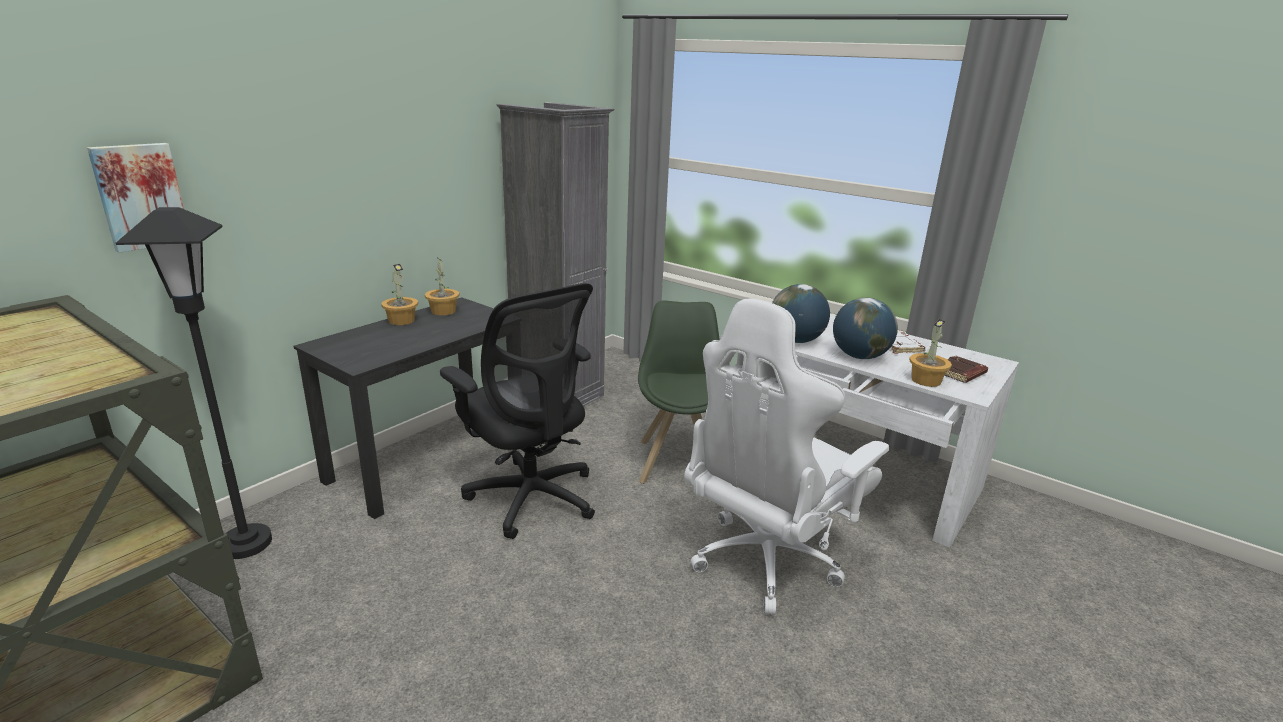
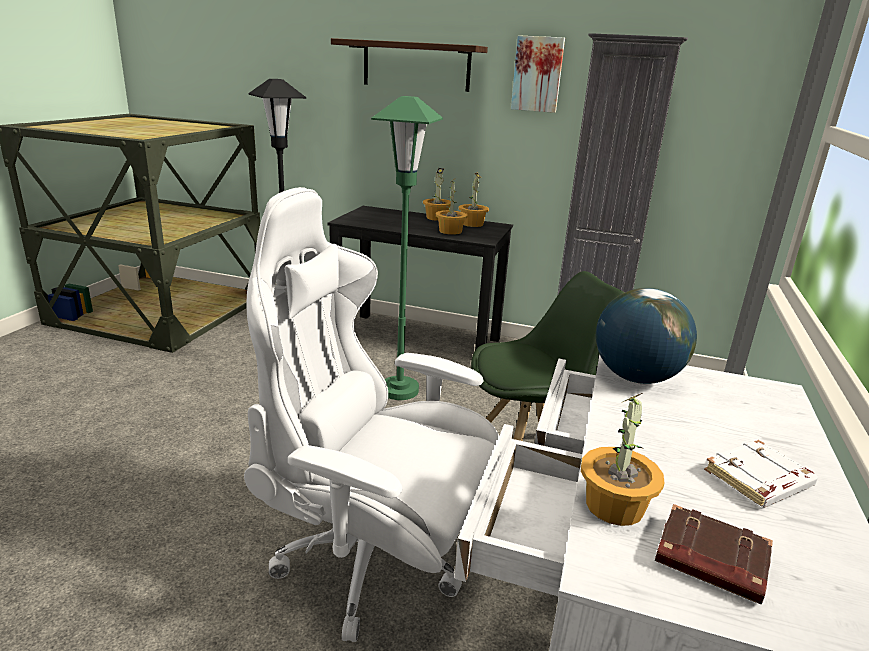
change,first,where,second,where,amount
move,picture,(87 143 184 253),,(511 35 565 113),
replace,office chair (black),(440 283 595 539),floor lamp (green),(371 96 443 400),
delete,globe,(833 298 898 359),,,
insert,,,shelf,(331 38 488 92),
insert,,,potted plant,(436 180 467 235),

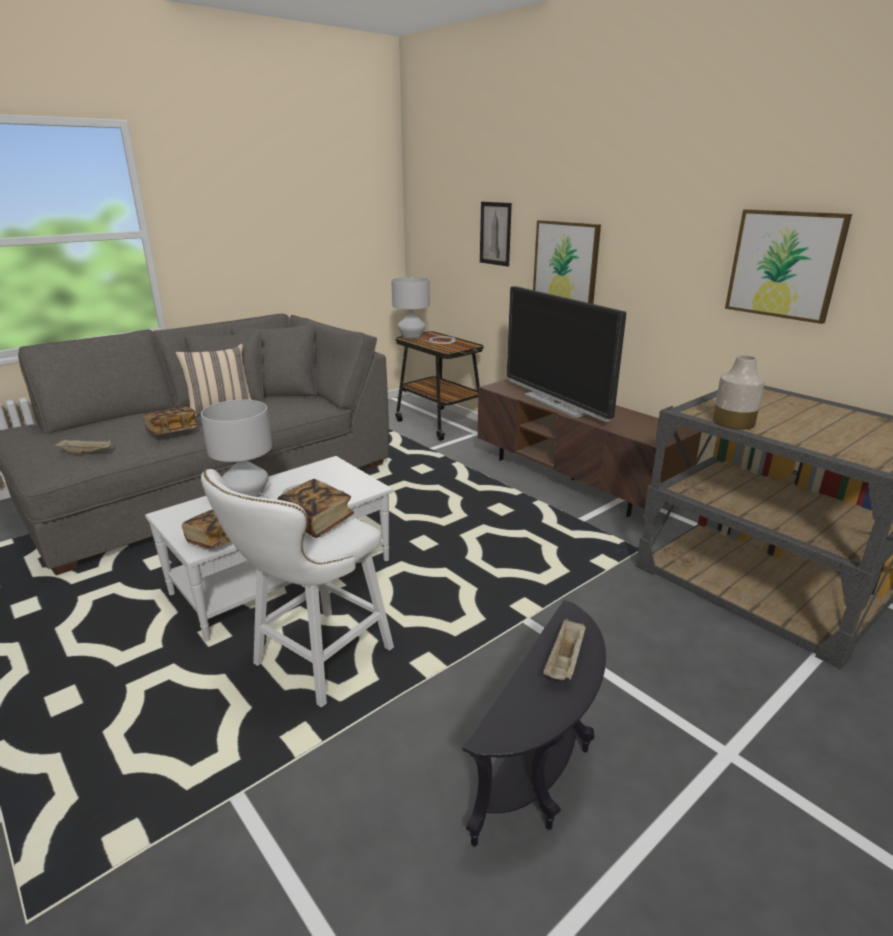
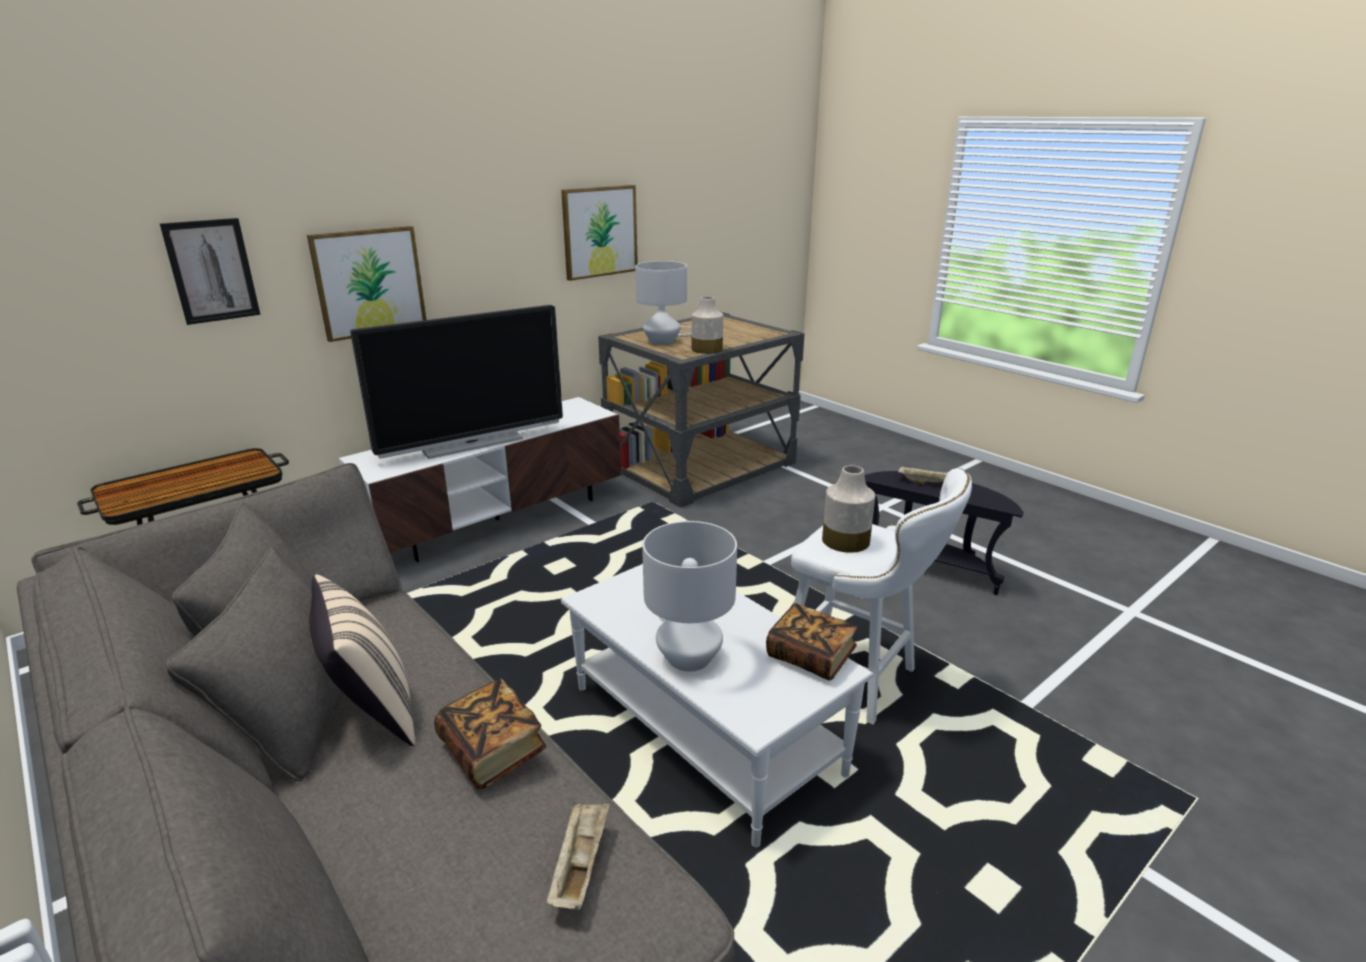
change,first,where,second,where,amount
replace,book,(277 479 354 538),vase (beige),(822 465 875 553),
move,table lamp (white),(392 277 456 344),,(635 261 692 345),
recolor,tv stand (brown),(477 379 702 517),tv stand (white),(339 397 621 562),

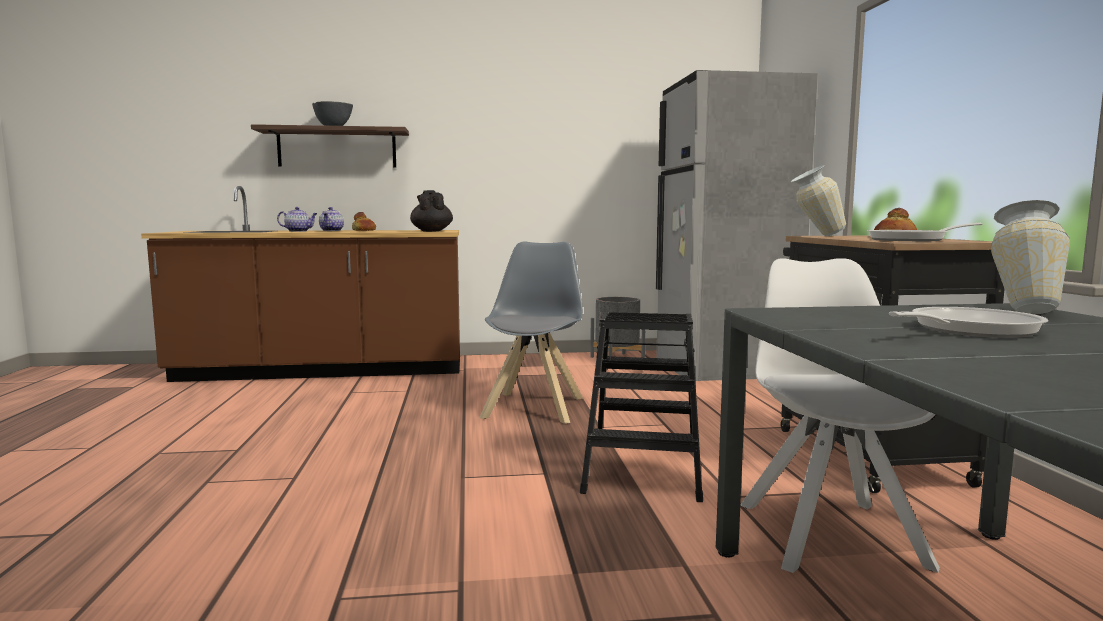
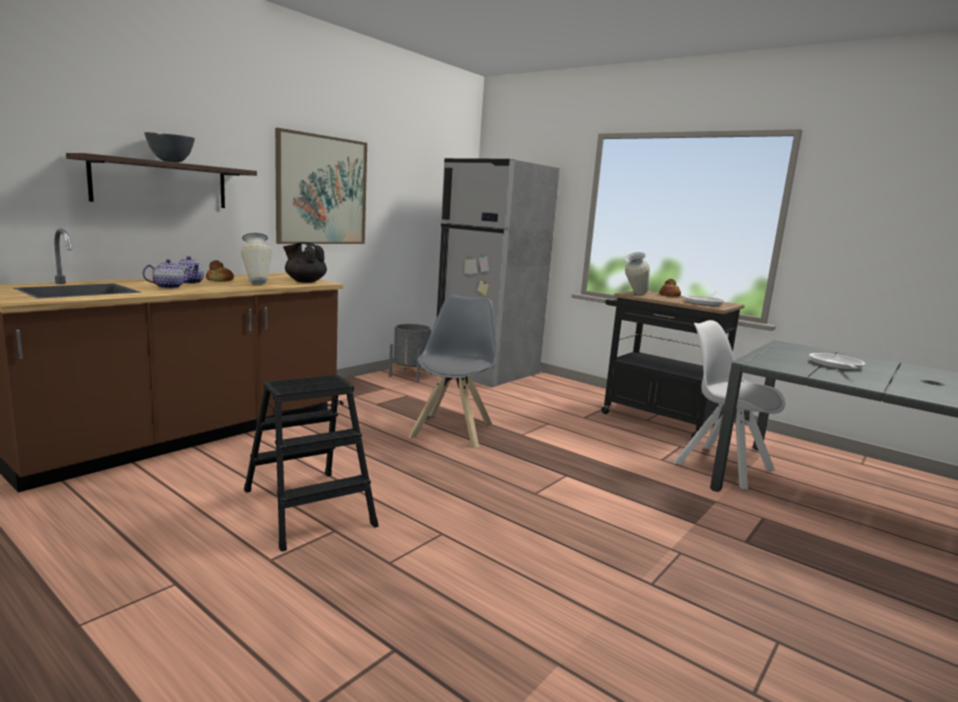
change,first,where,second,where,amount
rotate,chair (grey),(480 241 583 424),,(408 295 497 448),45 degrees clockwise
move,step ladder (black),(580 312 703 502),,(244 374 379 552),
move,vase,(991 200 1070 314),,(241 233 271 284),
insert,,,picture,(275 128 367 244),

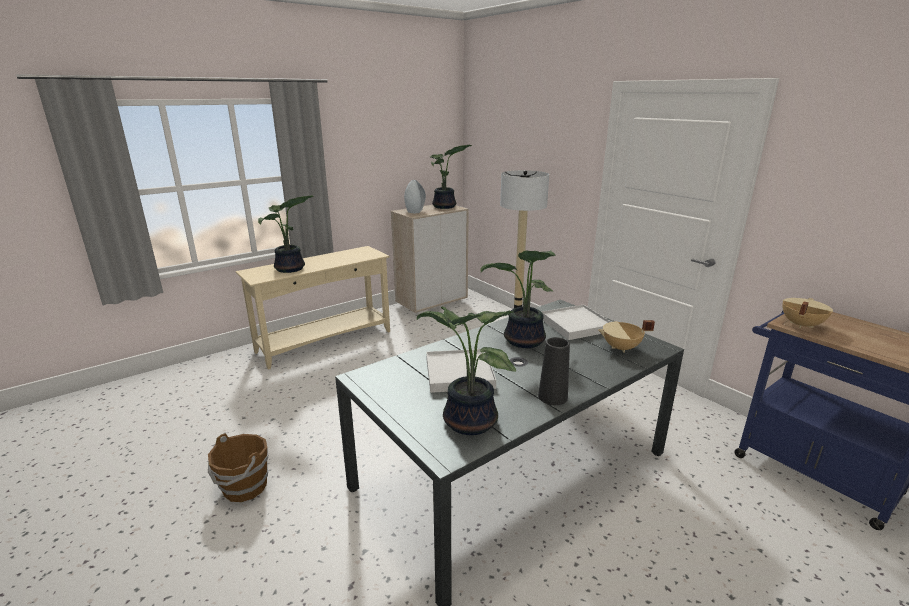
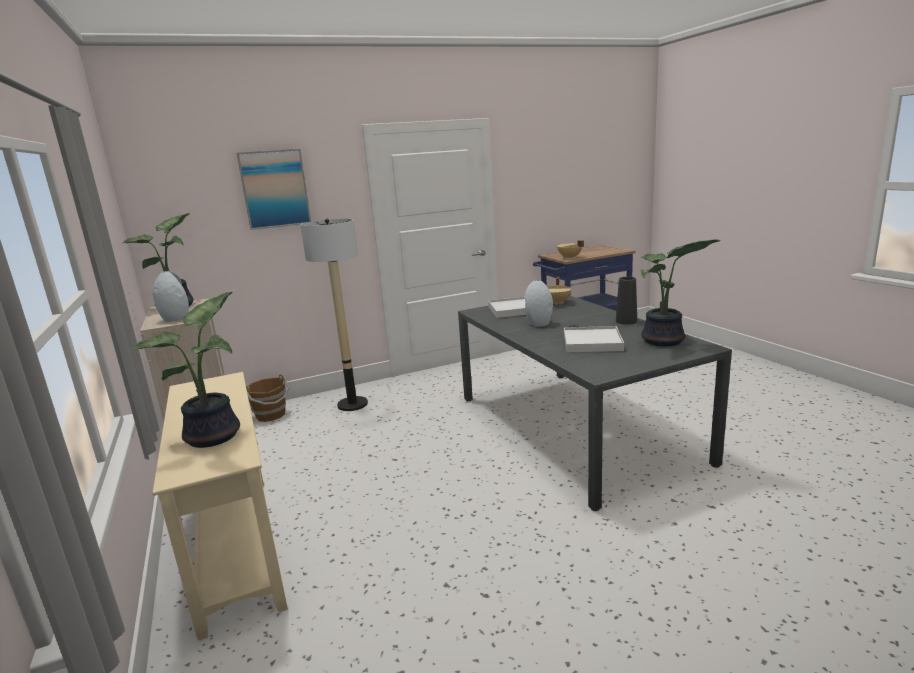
change,first,where,second,where,amount
move,bucket (brown),(208 433 268 502),,(246 374 290 422),
replace,potted plant,(481 251 556 348),vase (grey),(525 280 553 327),
insert,,,picture,(237 149 311 230),

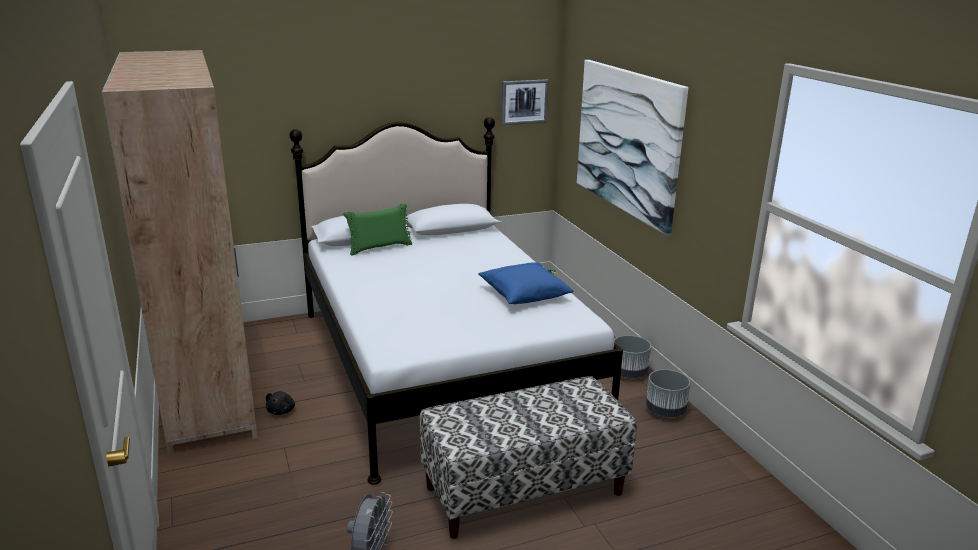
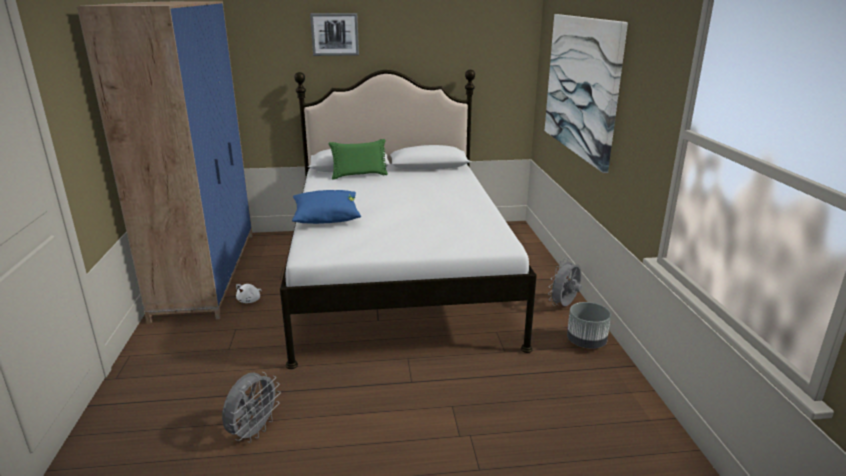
change,first,where,second,where,amount
recolor,plush toy (black),(266 391 295 415),plush toy (white),(236 284 262 303),
delete,bench,(419 376 637 539),,,
move,pillow (blue),(478 263 574 304),,(292 190 361 224),
move,picture,(501 79 549 125),,(310 13 359 56),
replace,planter (grey),(614 335 651 378),fan (grey),(548 258 582 306),

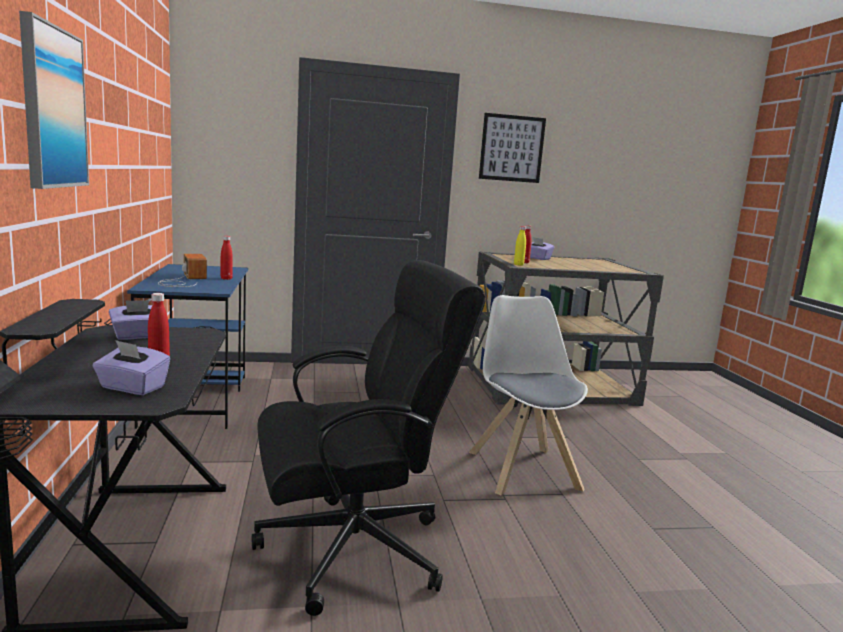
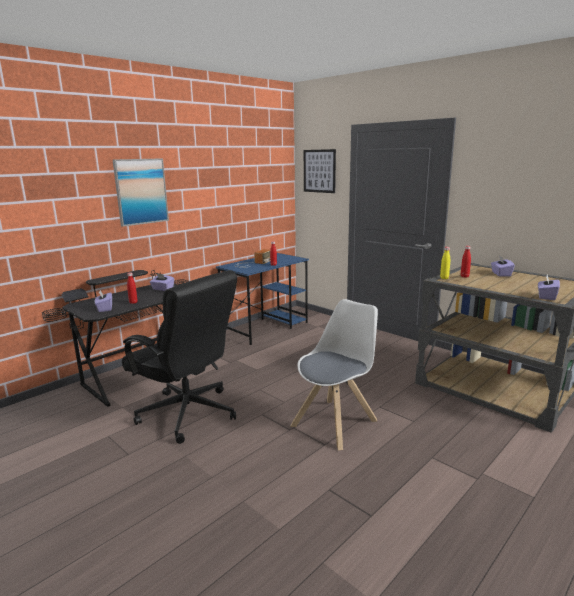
change,first,where,second,where,amount
move,picture,(479 113 546 183),,(304 149 336 193),
insert,,,tissue box (purple),(538 274 560 300),

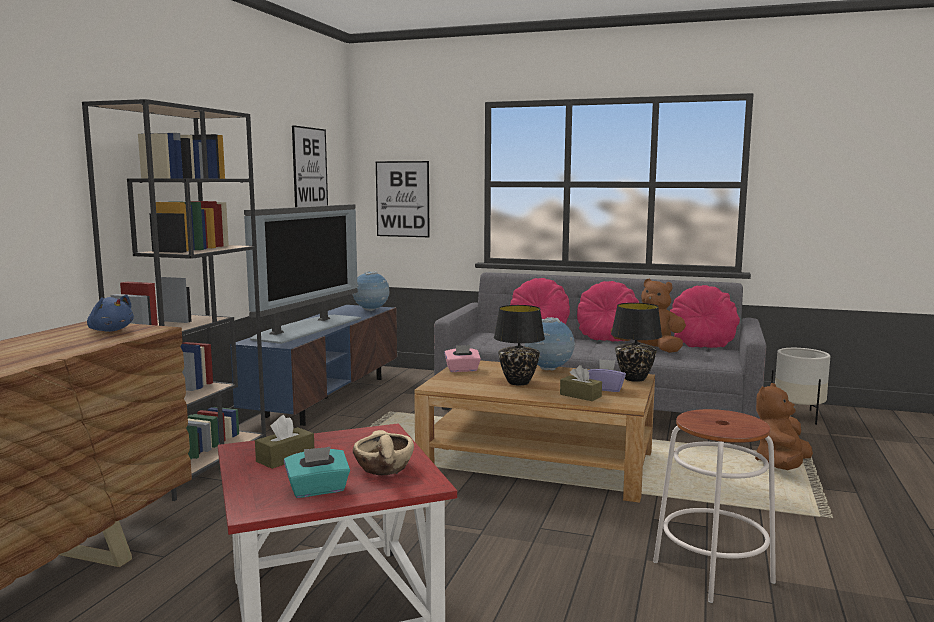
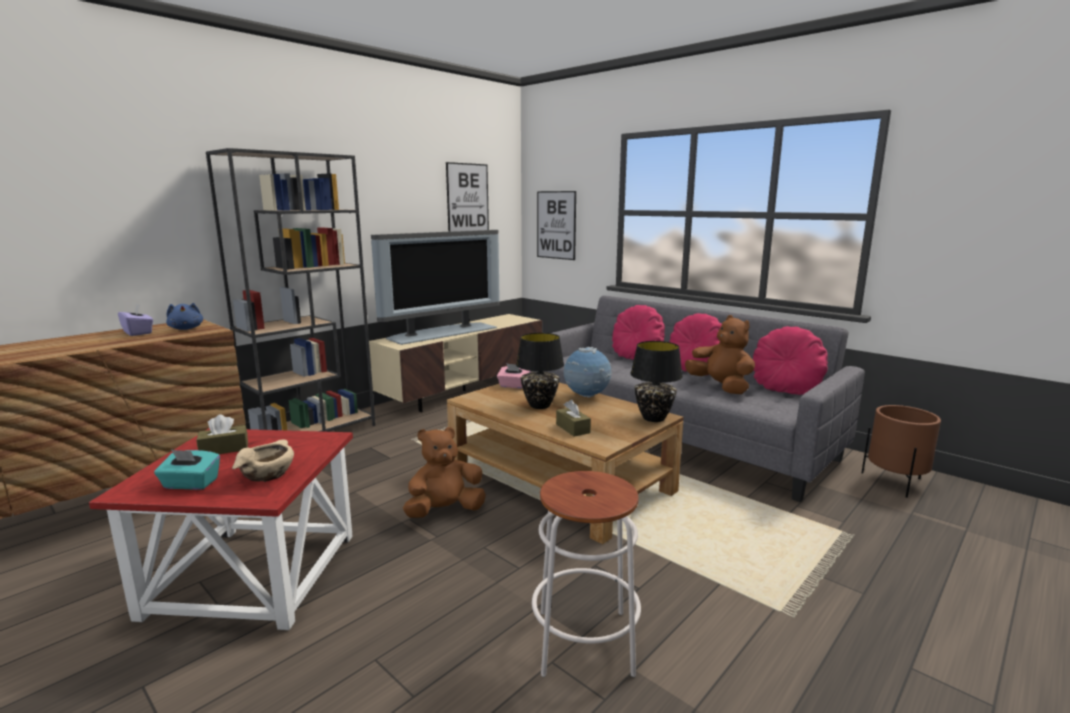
change,first,where,second,where,amount
recolor,tv stand (blue),(230 305 397 426),tv stand (beige),(369 314 542 412),
delete,globe,(352 271 389 311),,,
move,tissue box (purple),(588 359 626 392),,(118 304 153 336),
move,plush toy (brown),(755 383 813 470),,(403 427 486 518),
recolor,planter (white),(771 348 830 425),planter (brown),(862 405 941 498),

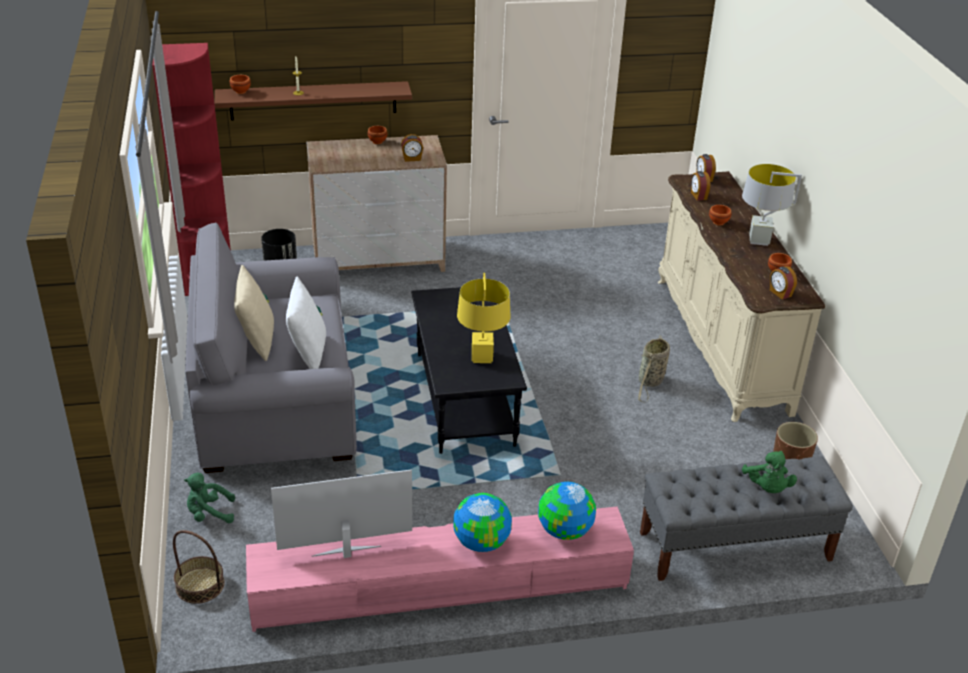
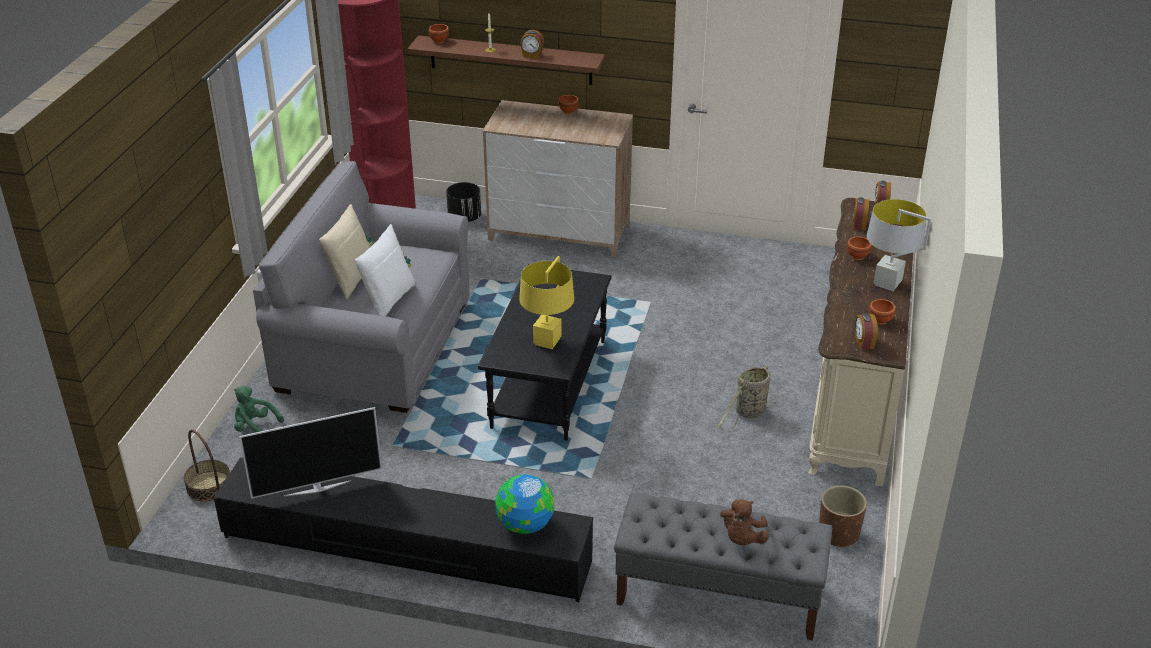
change,first,where,second,where,amount
recolor,tv stand (pink),(246 507 634 632),tv stand (black),(214 457 593 602),
rotate,television,(271 469 412 558),,(239 407 382 499),150 degrees clockwise
move,alarm clock,(401 134 423 162),,(520 30 544 59),
delete,globe,(453 493 512 552),,,
recolor,plush toy (green),(742 451 797 493),plush toy (brown),(720 499 769 545),

